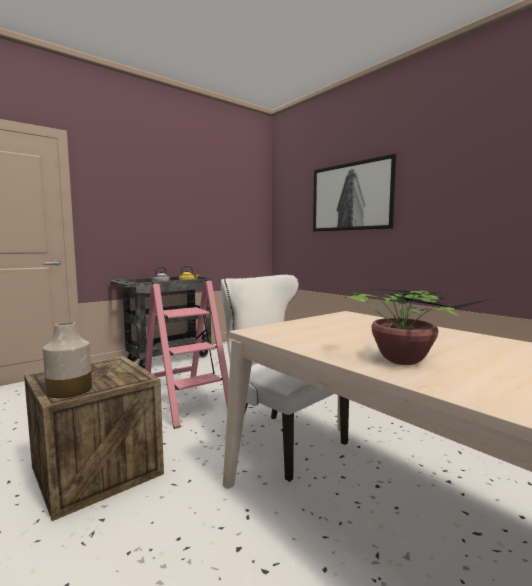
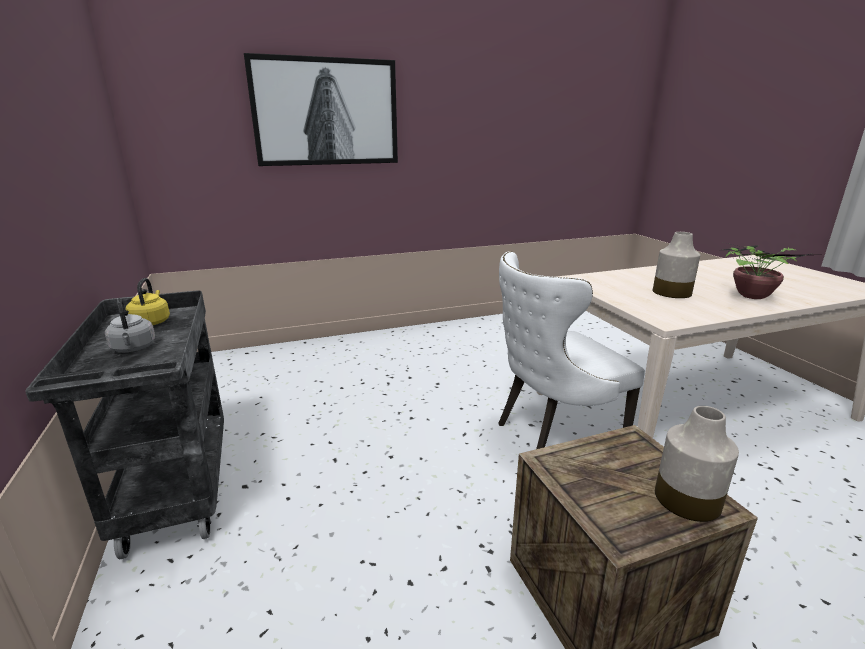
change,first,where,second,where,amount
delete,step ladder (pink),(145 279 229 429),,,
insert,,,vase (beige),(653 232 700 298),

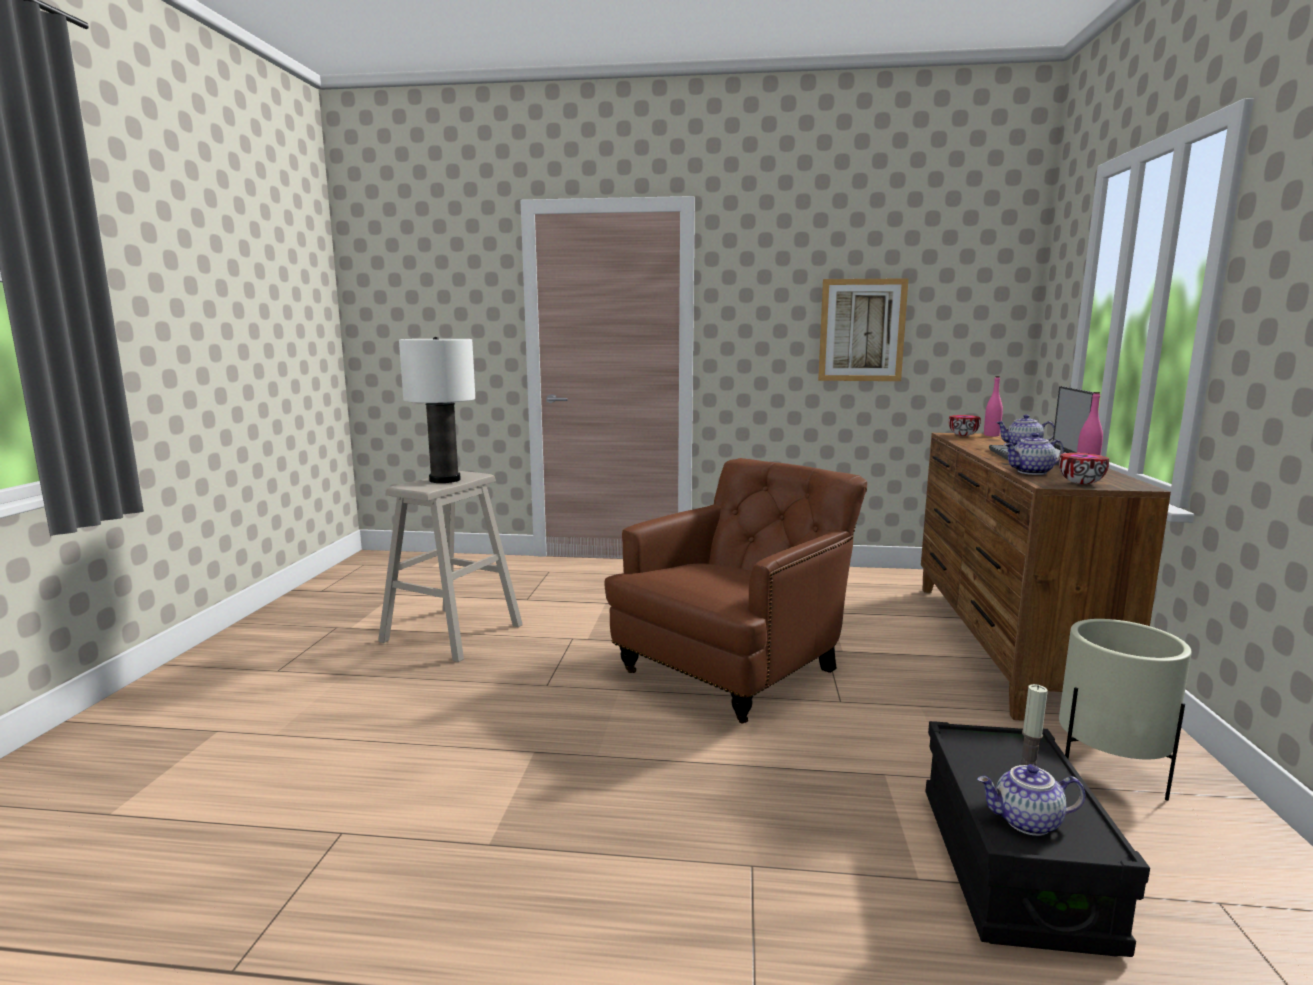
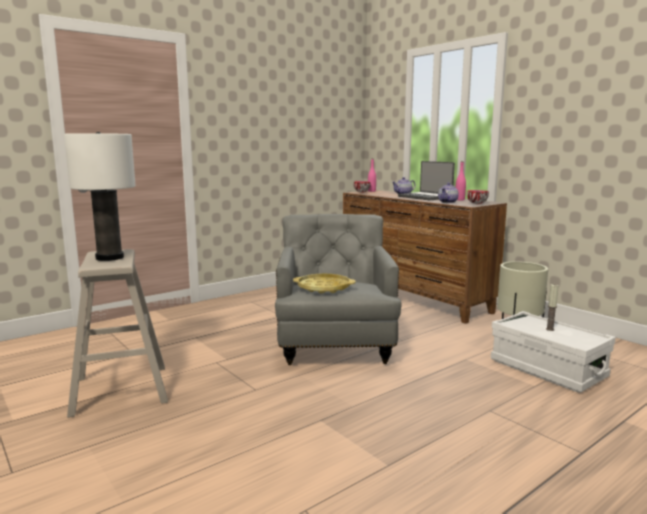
change,first,where,second,where,amount
recolor,armchair (brown),(605 458 867 723),armchair (grey),(275 214 402 365),
delete,picture,(818 278 909 381),,,
recolor,storage box (black),(926 721 1150 957),storage box (white),(491 311 616 393),
delete,teapot,(977 764 1086 836),,,
insert,,,tray (yellow),(293 274 355 293),

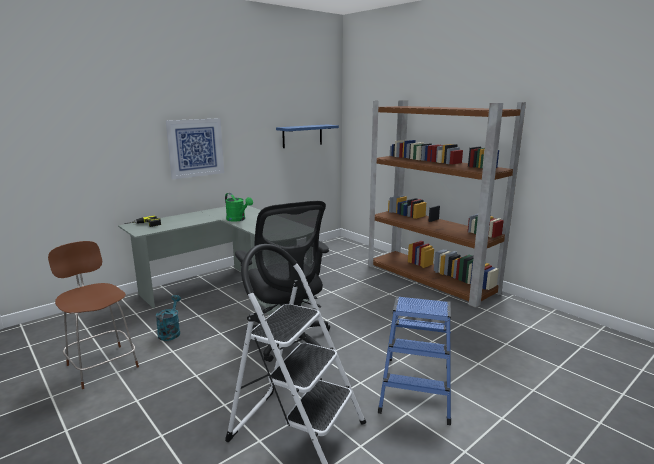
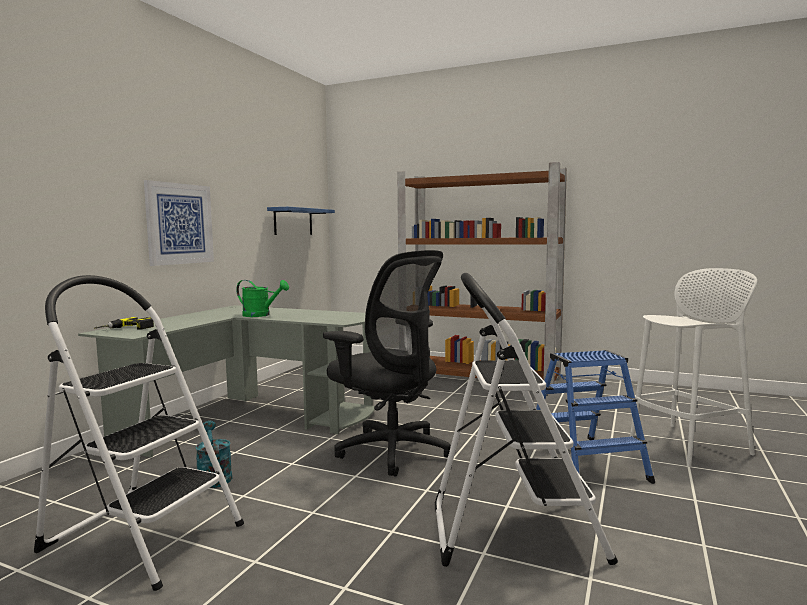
change,first,where,second,where,amount
replace,stool (brown),(48 241 139 389),step ladder,(34 275 244 591),
insert,,,stool (white),(630 268 757 467),

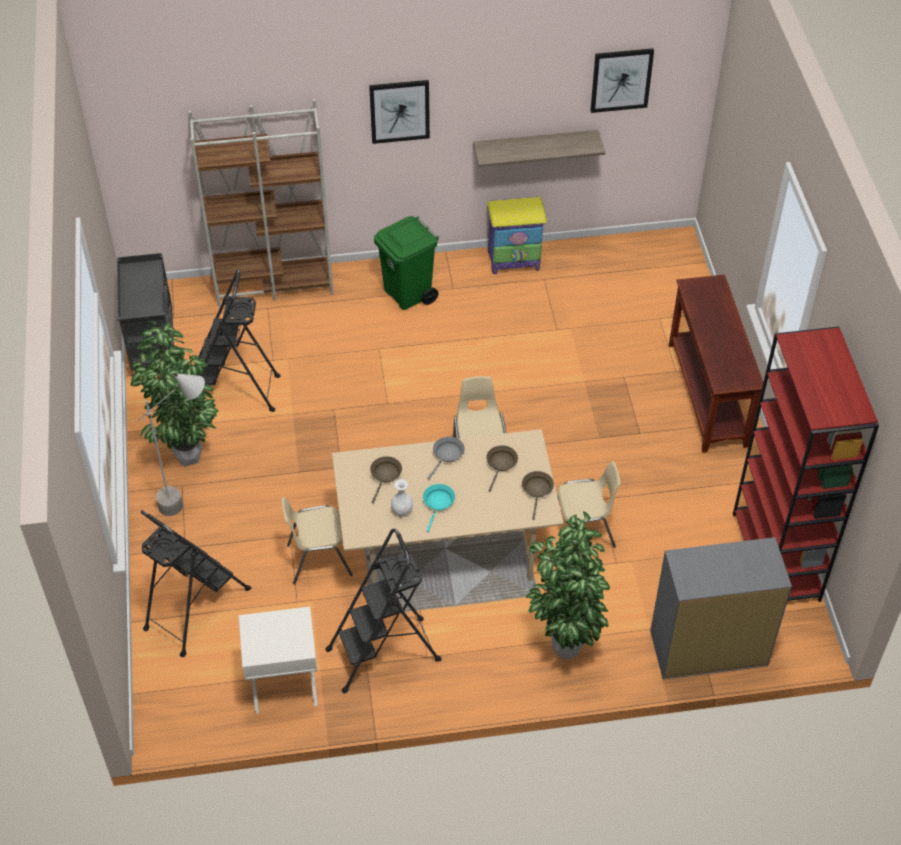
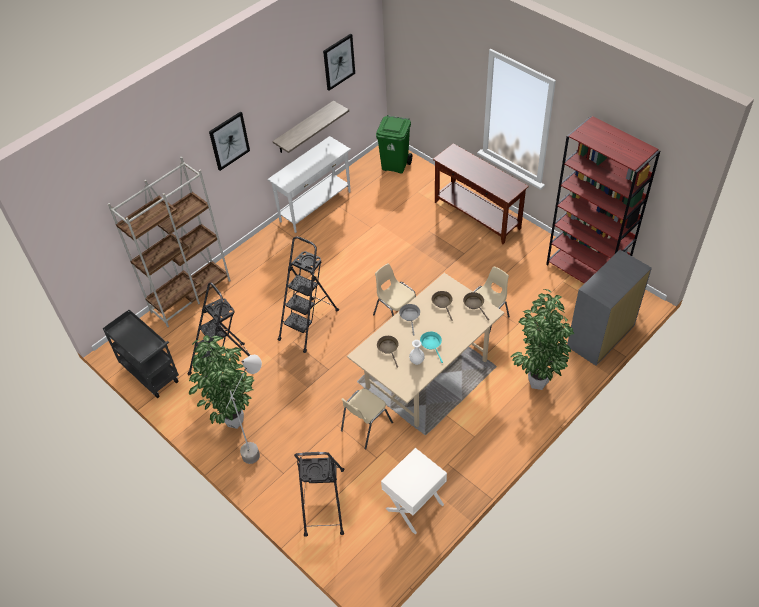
change,first,where,second,where,amount
move,step ladder,(325 529 442 693),,(277 236 339 353),
move,trash can (green),(374 216 439 310),,(376 115 412 174),
replace,nightstand,(487 197 547 274),console table (white),(268 136 351 233),

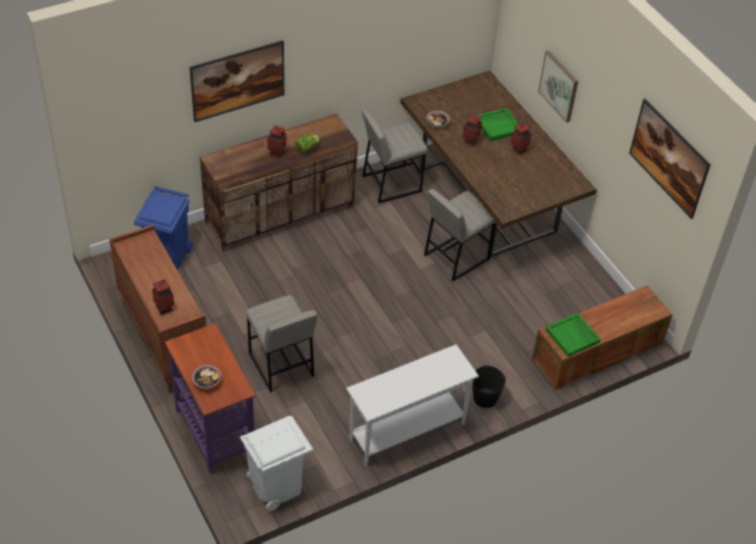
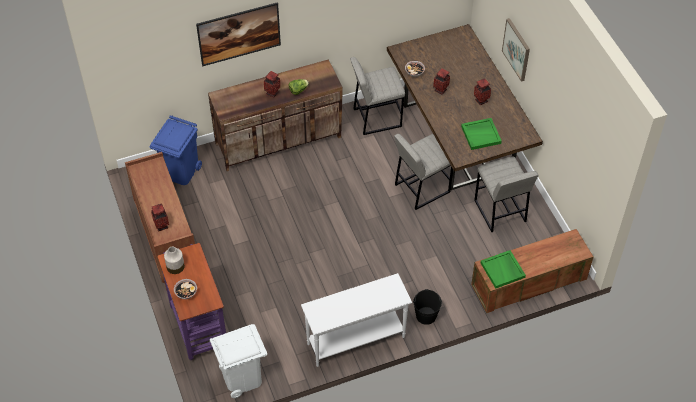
change,first,where,second,where,amount
move,chair (grey),(246 295 318 392),,(474 156 539 232),
move,tray (green),(476 108 519 141),,(461 118 502 150),
delete,picture,(629 99 711 219),,,
insert,,,vase (beige),(164 246 185 274),

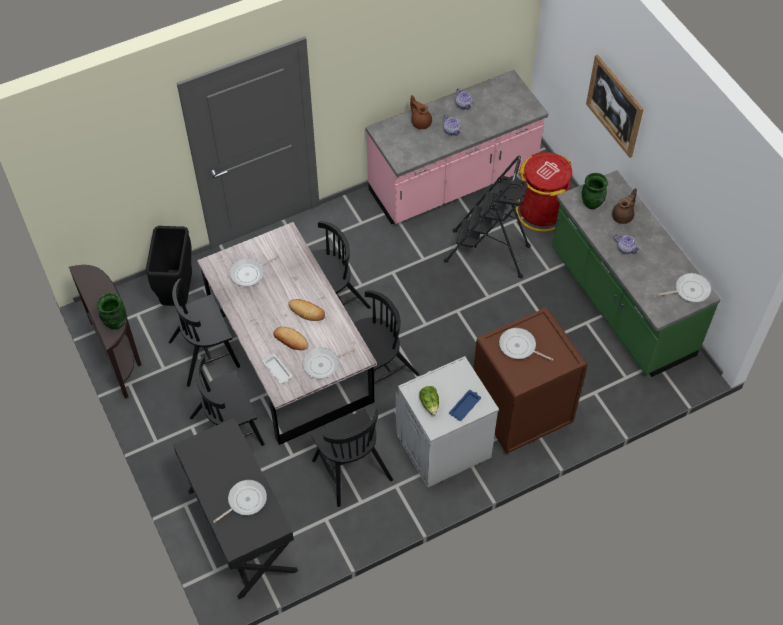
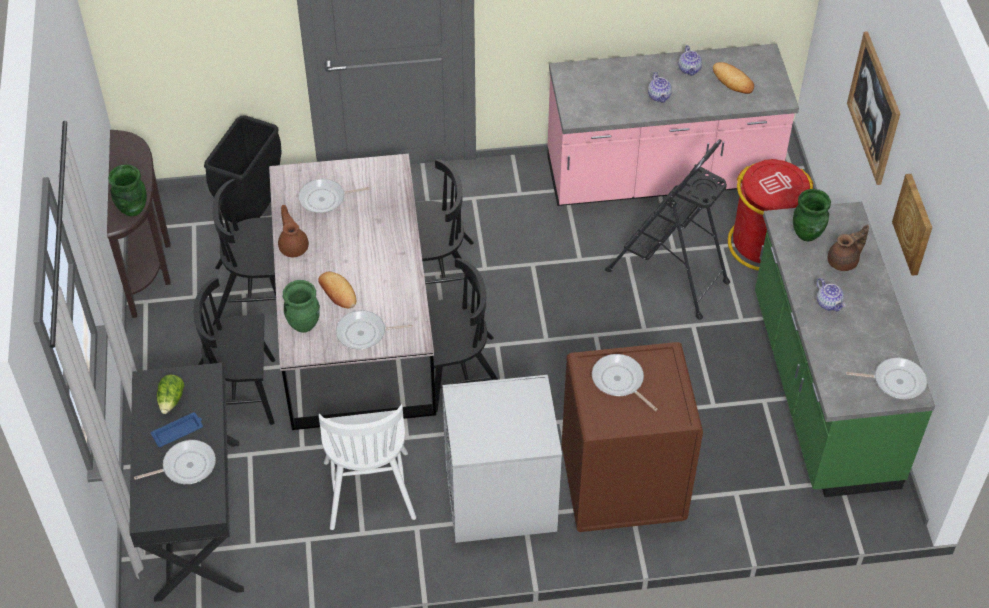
change,first,where,second,where,amount
replace,tray (white),(262 353 292 384),vase (green),(283 280 320 333),
move,bread,(289 299 325 321),,(713 62 754 94),
recolor,chair (black),(311 409 393 507),chair (white),(319 404 416 530),
move,teapot (brown),(410 95 432 129),,(278 205 309 257),
move,lettuce,(419 386 439 415),,(157 375 185 414),
move,tray (blue),(449 390 481 421),,(151 412 203 447),
insert,,,picture,(892 174 932 276),

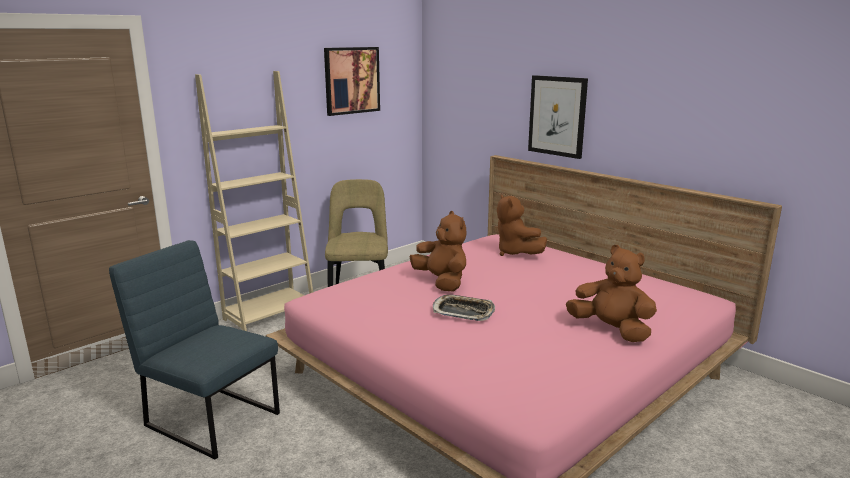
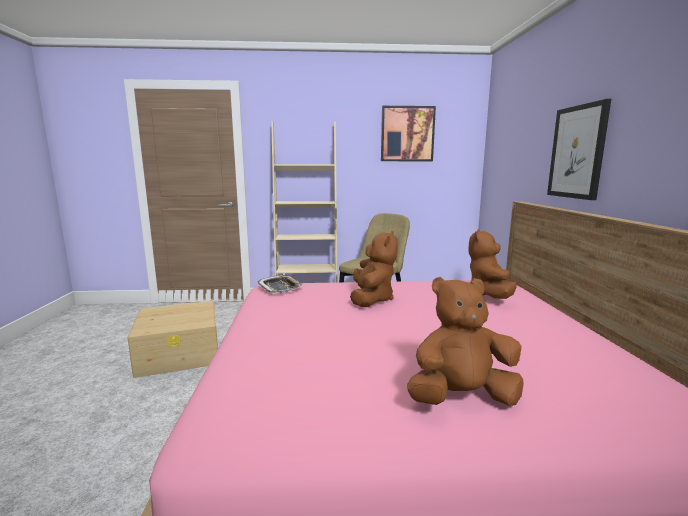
change,first,where,second,where,amount
replace,chair (blue),(109 240 280 460),storage box (beige),(127 301 218 378),
move,tray,(433 295 495 321),,(258 275 303 294),
rotate,plush toy (brown),(566 245 657 342),,(407 277 524 406),90 degrees counterclockwise

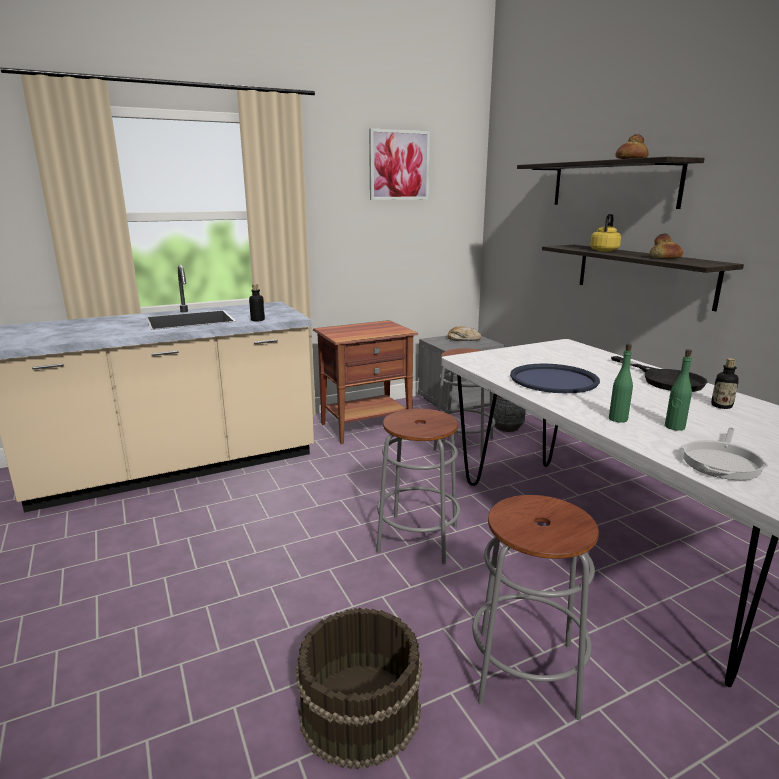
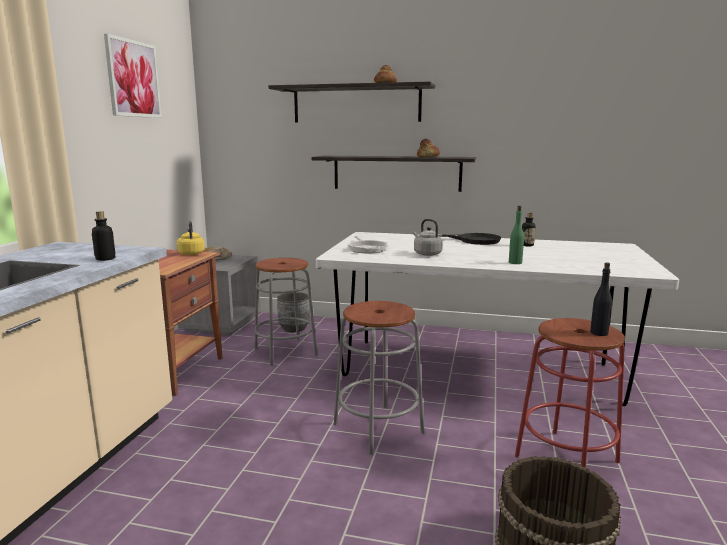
change,first,where,second,where,amount
recolor,stool (grey),(472 495 599 720),stool (red),(515 318 625 467),
replace,tray (blue),(510 363 600 393),kettle (grey),(413 219 443 256),
move,kettle (yellow),(590 214 621 251),,(177 221 205 255),
delete,bottle (green),(665 349 692 431),,,
move,frying pan,(681 427 768 480),,(348 236 388 253),
insert,,,bottle (black),(590 262 613 336),

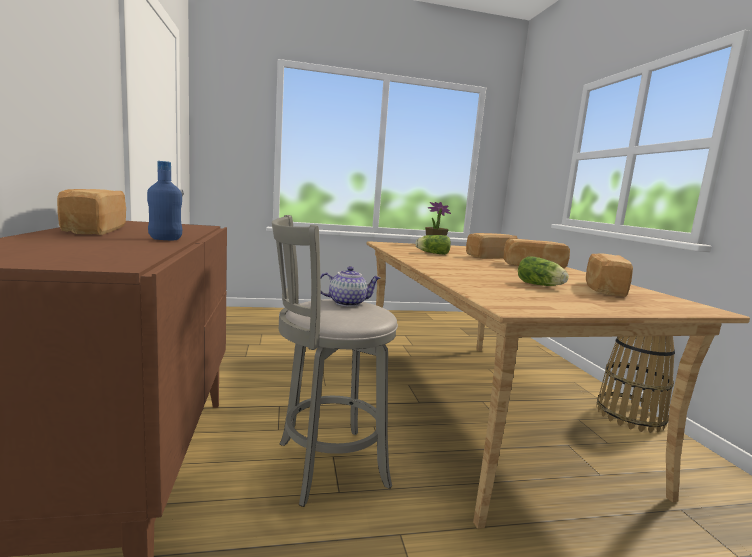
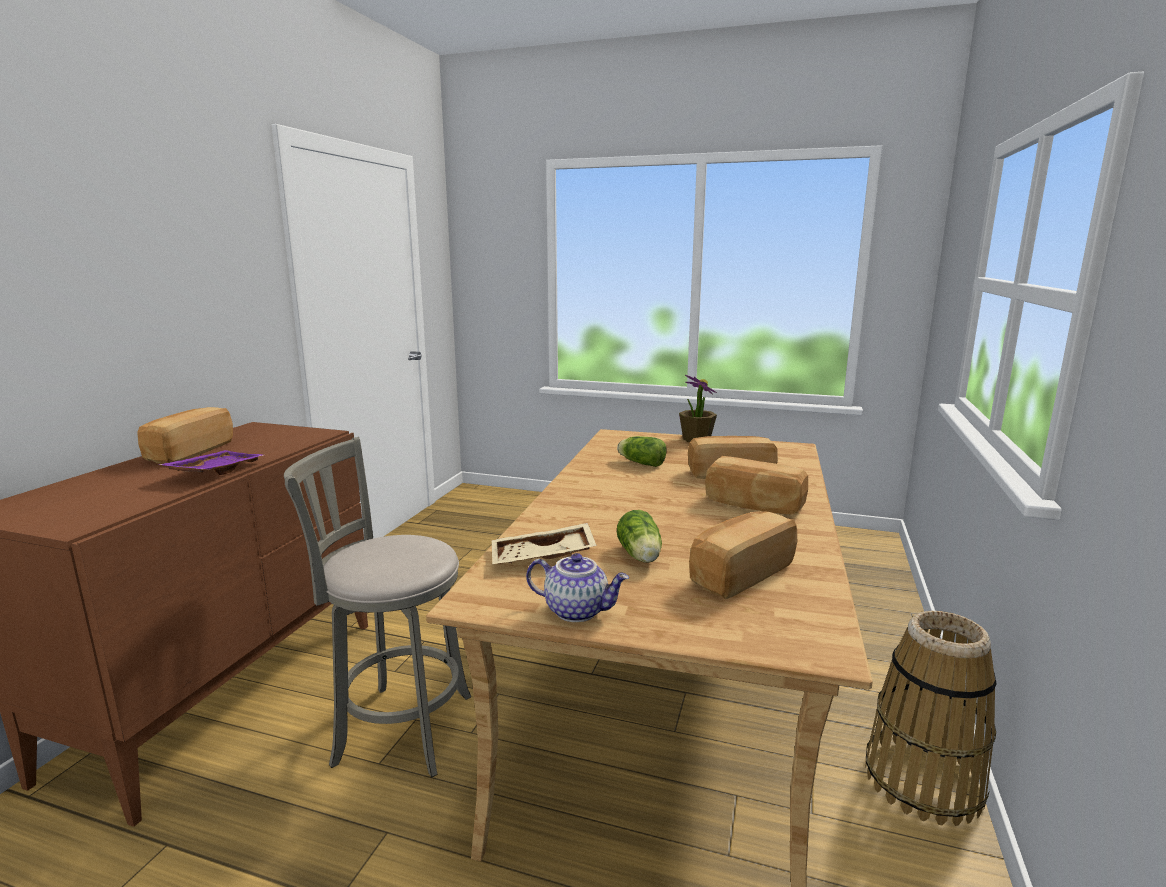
change,first,where,second,where,amount
replace,bottle (blue),(147 161 182 240),tray (purple),(158 450 264 475),
move,teapot,(320 266 381 307),,(526 553 629 622),
insert,,,tray (beige),(492 523 597 564),

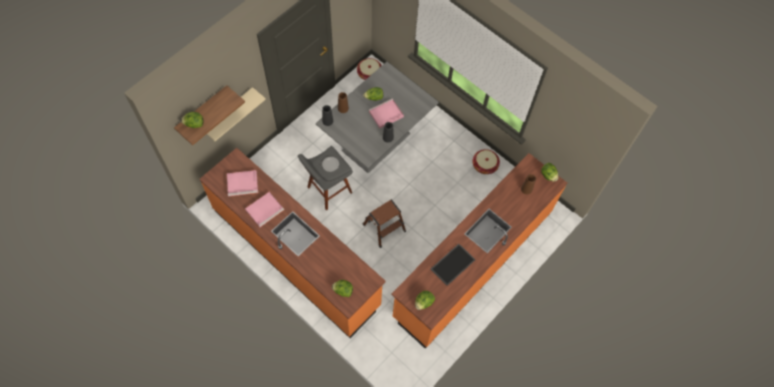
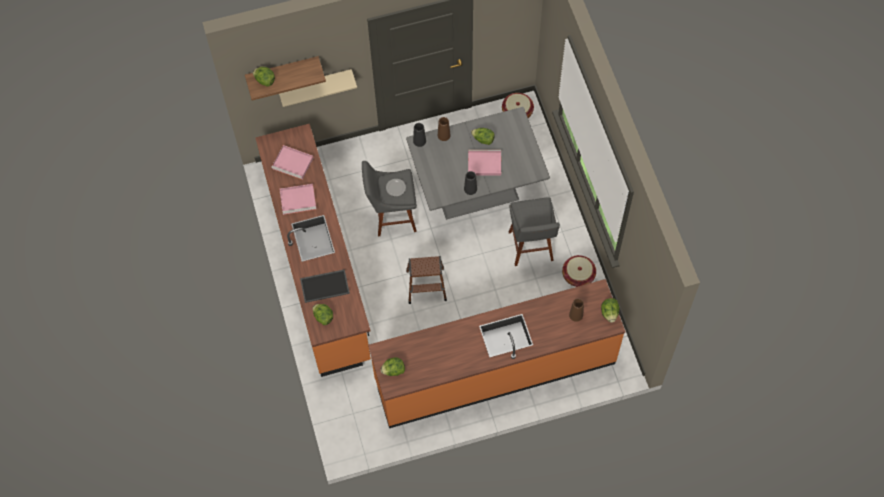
change,first,where,second,where,amount
move,tray,(431 244 476 286),,(300 269 350 303),
insert,,,stool (grey),(508 197 560 266),

